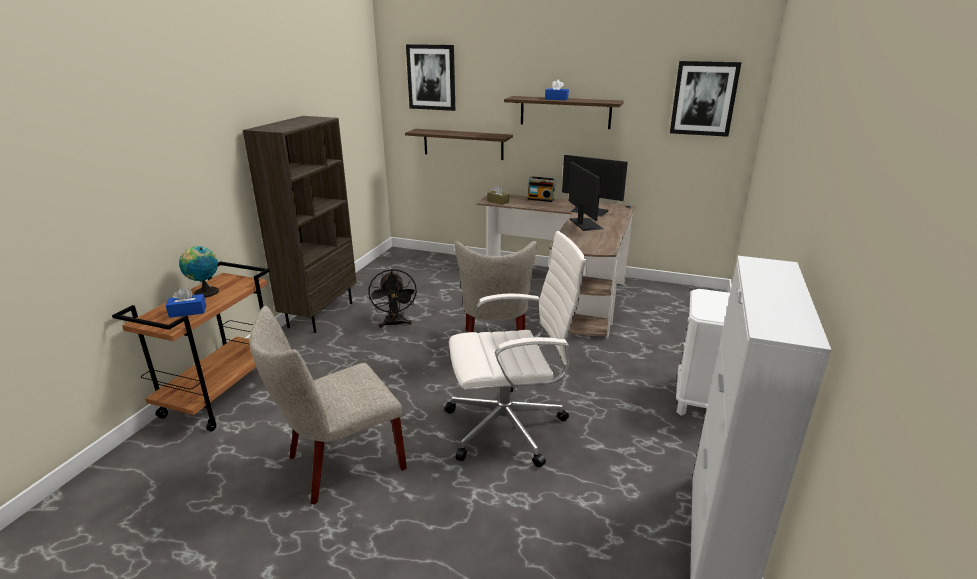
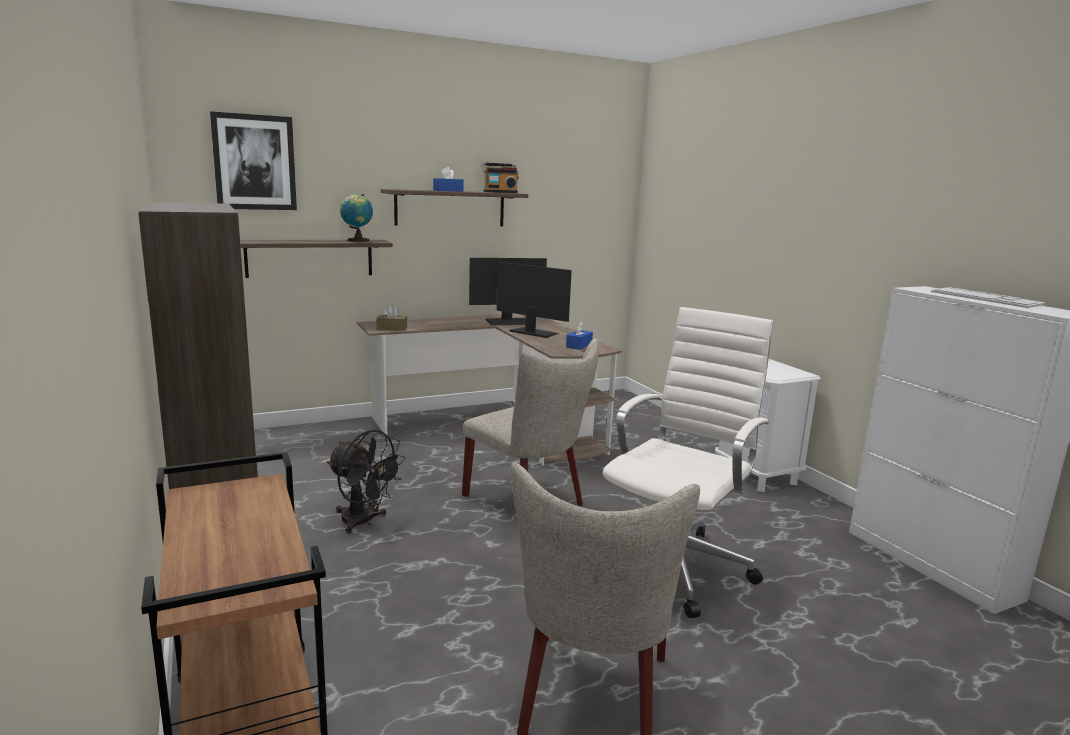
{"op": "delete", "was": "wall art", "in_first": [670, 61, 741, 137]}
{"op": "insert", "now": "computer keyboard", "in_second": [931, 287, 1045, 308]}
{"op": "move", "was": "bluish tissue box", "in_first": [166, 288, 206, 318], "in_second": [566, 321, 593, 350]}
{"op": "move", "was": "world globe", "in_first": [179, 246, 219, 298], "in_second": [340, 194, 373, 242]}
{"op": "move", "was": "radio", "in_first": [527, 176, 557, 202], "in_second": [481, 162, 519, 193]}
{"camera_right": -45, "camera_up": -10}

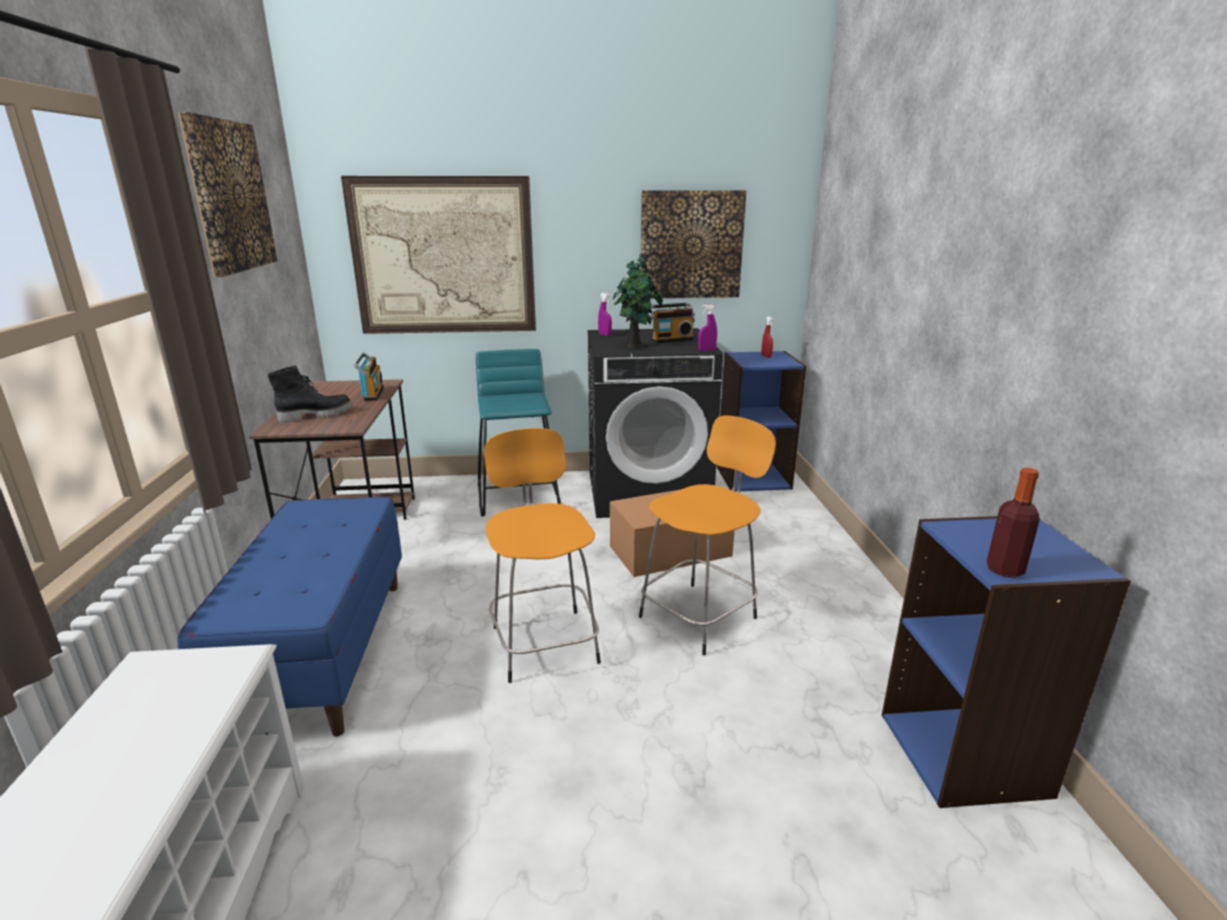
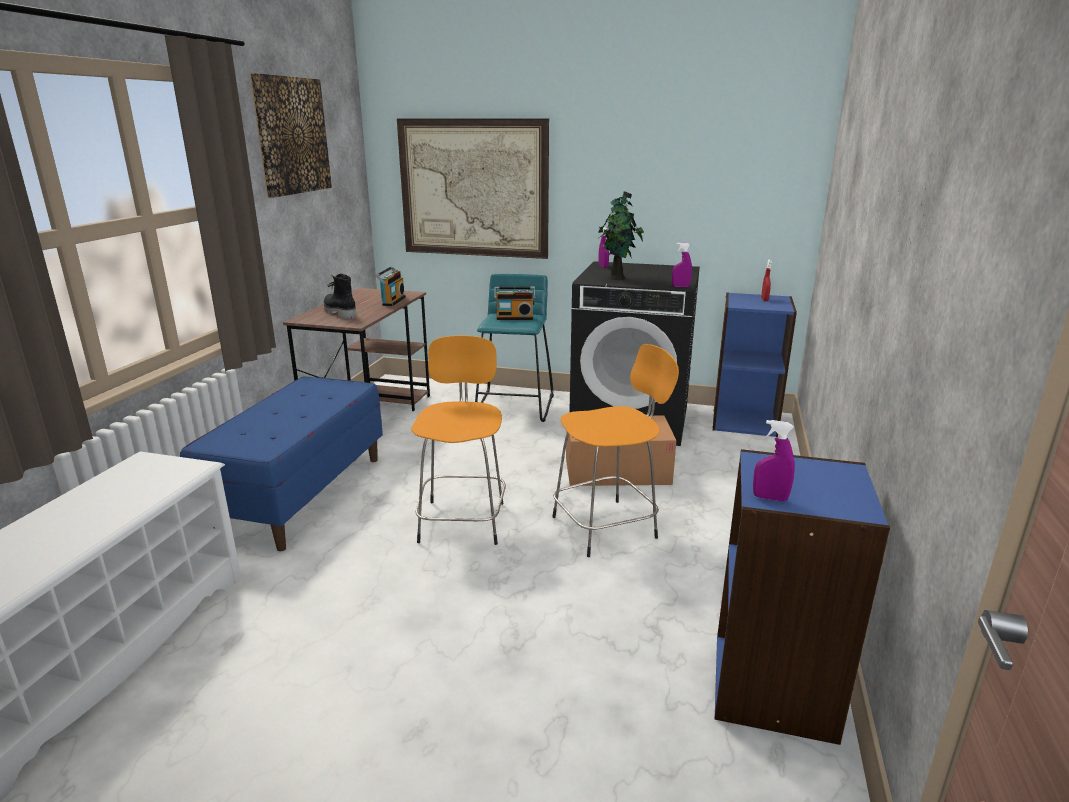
{"op": "delete", "was": "wall art", "in_first": [640, 190, 746, 298]}
{"op": "move", "was": "radio", "in_first": [651, 303, 695, 343], "in_second": [494, 286, 535, 320]}
{"op": "replace", "was": "drink bottle", "now": "purple-coloured hand sprayer", "in_first": [987, 468, 1040, 578], "in_second": [753, 420, 795, 501]}
{"op": "rotate", "was": "black high-top boot", "in_first": [268, 365, 353, 422], "in_second": [323, 273, 357, 319], "clockwise": -120}
{"camera_right": 20, "camera_up": 0}

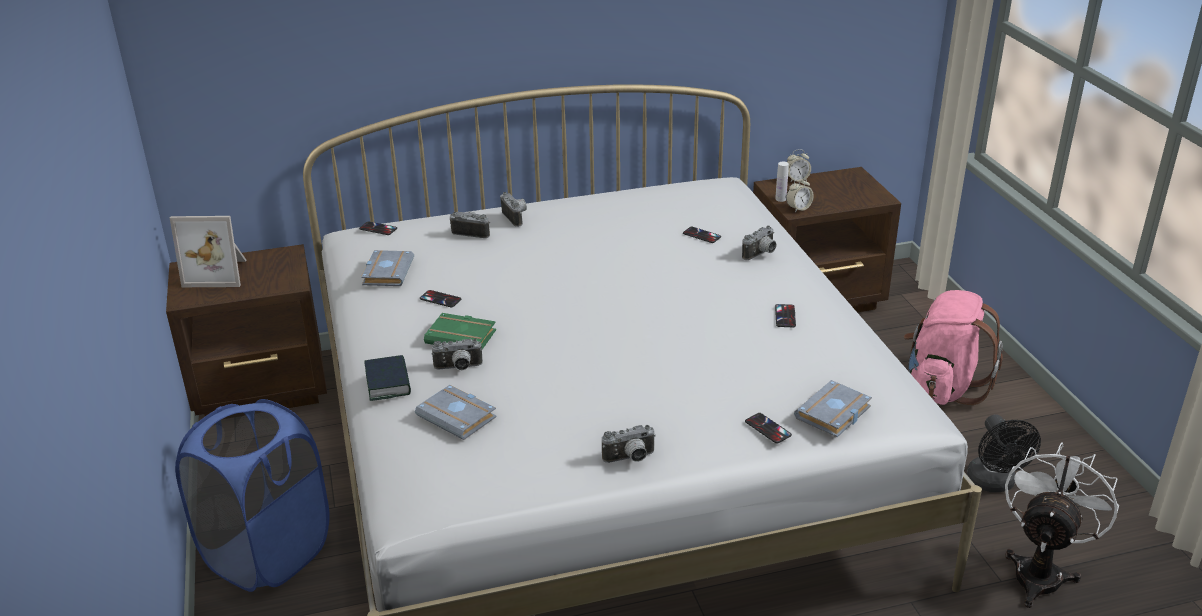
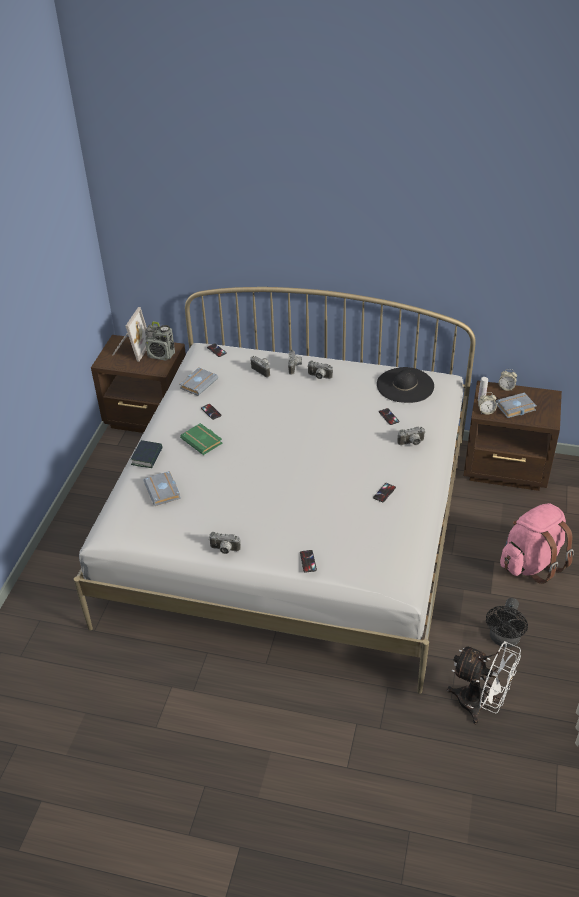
{"op": "delete", "was": "bluish washing basket", "in_first": [175, 399, 330, 592]}
{"op": "insert", "now": "radio", "in_second": [145, 322, 175, 360]}
{"op": "insert", "now": "black wearable hat", "in_second": [377, 367, 434, 403]}
{"op": "move", "was": "still camera", "in_first": [432, 339, 483, 370], "in_second": [307, 360, 333, 379]}
{"op": "move", "was": "grey bound book", "in_first": [794, 380, 872, 437], "in_second": [495, 392, 537, 418]}
{"op": "rotate", "was": "photo frame", "in_first": [170, 216, 247, 287], "in_second": [112, 307, 147, 362], "clockwise": -105}
{"op": "rotate", "was": "whitish fan", "in_first": [1005, 442, 1119, 608], "in_second": [447, 641, 521, 724], "clockwise": 60}
{"camera_right": 30, "camera_up": 10}

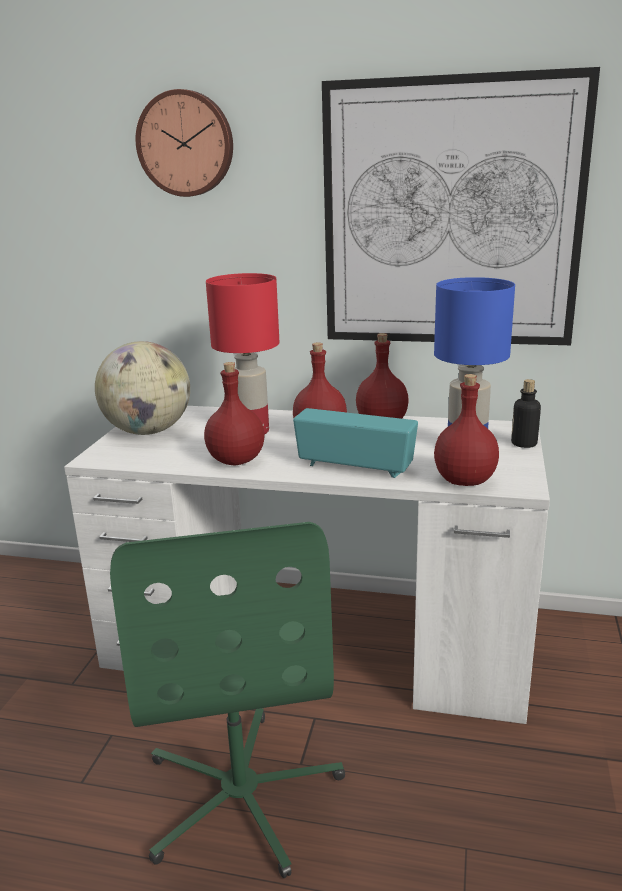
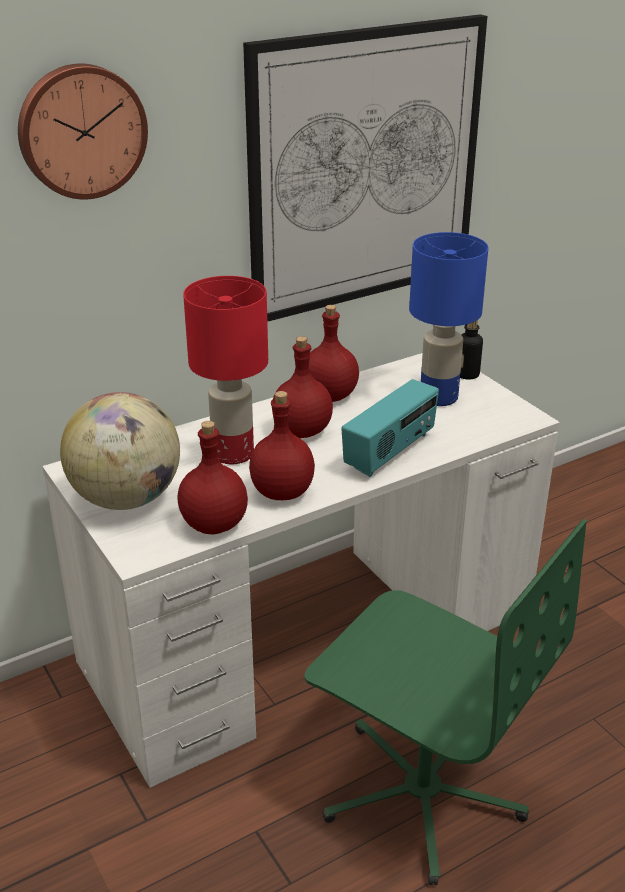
{"op": "move", "was": "red drink bottle", "in_first": [434, 374, 499, 486], "in_second": [178, 421, 248, 535]}
{"op": "rotate", "was": "radio", "in_first": [293, 408, 418, 478], "in_second": [341, 379, 439, 477], "clockwise": 150}
{"camera_right": -45, "camera_up": 10}

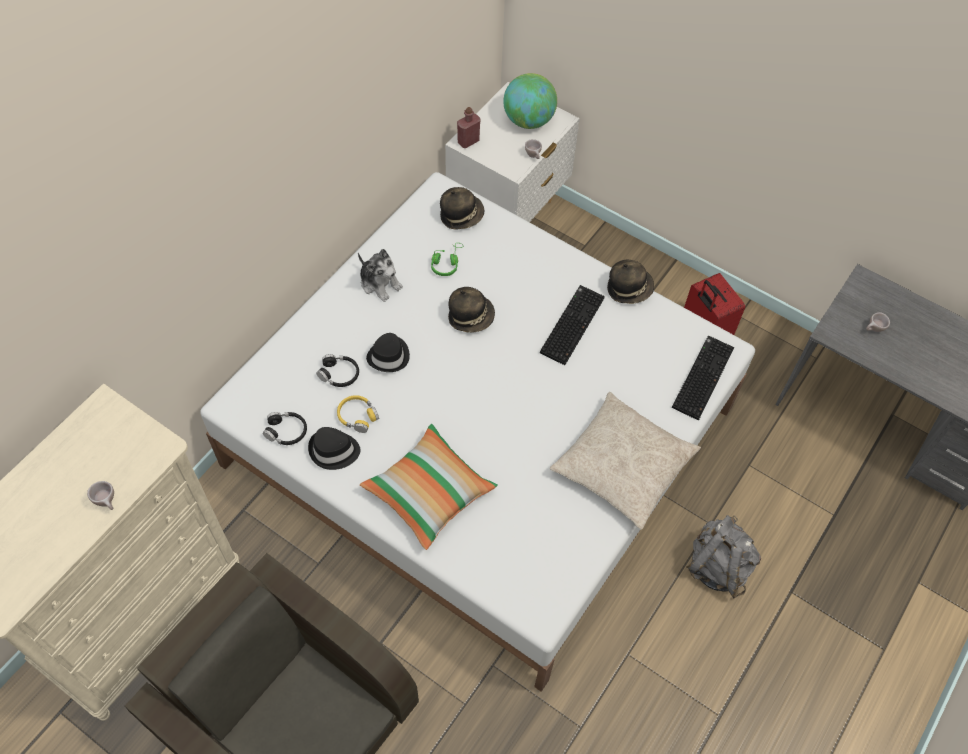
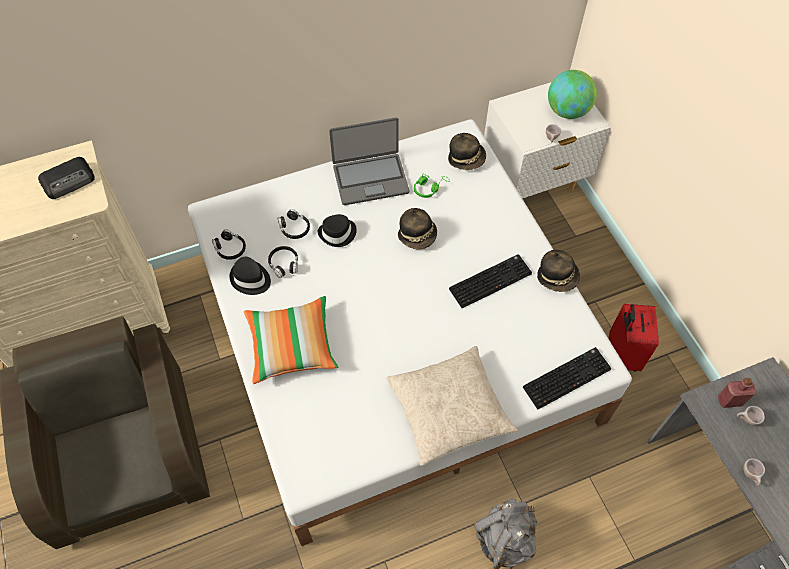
{"op": "insert", "now": "radio", "in_second": [38, 157, 95, 199]}
{"op": "move", "was": "beige cup", "in_first": [87, 481, 114, 510], "in_second": [744, 458, 765, 486]}
{"op": "move", "was": "red drink bottle", "in_first": [457, 107, 481, 148], "in_second": [718, 378, 756, 408]}
{"op": "replace", "was": "soft toy", "now": "notebook computer", "in_first": [358, 249, 403, 302], "in_second": [329, 117, 409, 205]}
{"op": "recolor", "was": "yellow-coloured pair of headphones", "now": "black pair of headphones", "in_first": [337, 395, 379, 433], "in_second": [268, 246, 298, 278]}
{"camera_right": 35, "camera_up": 0}

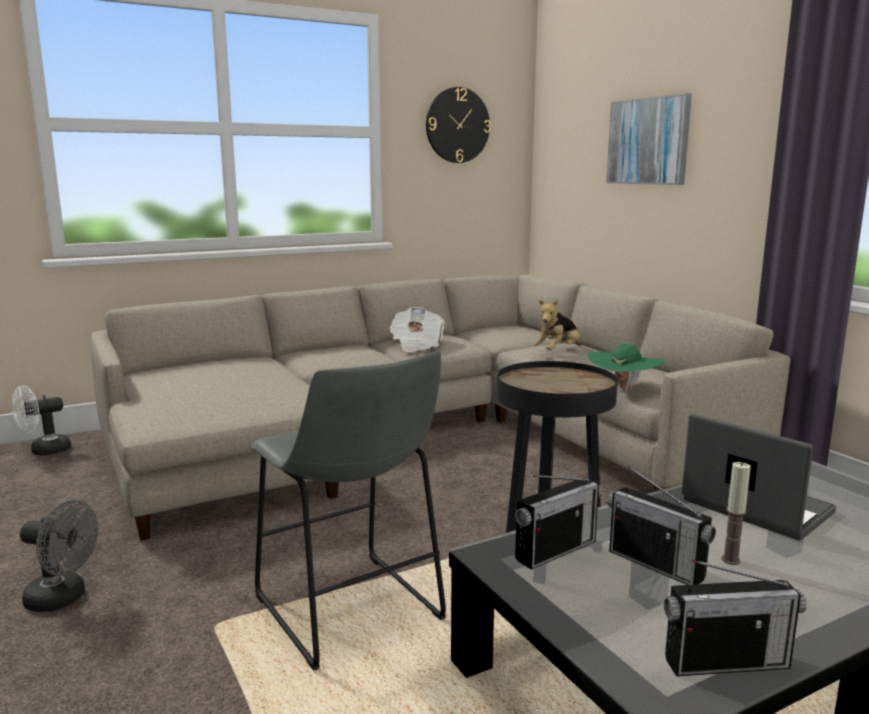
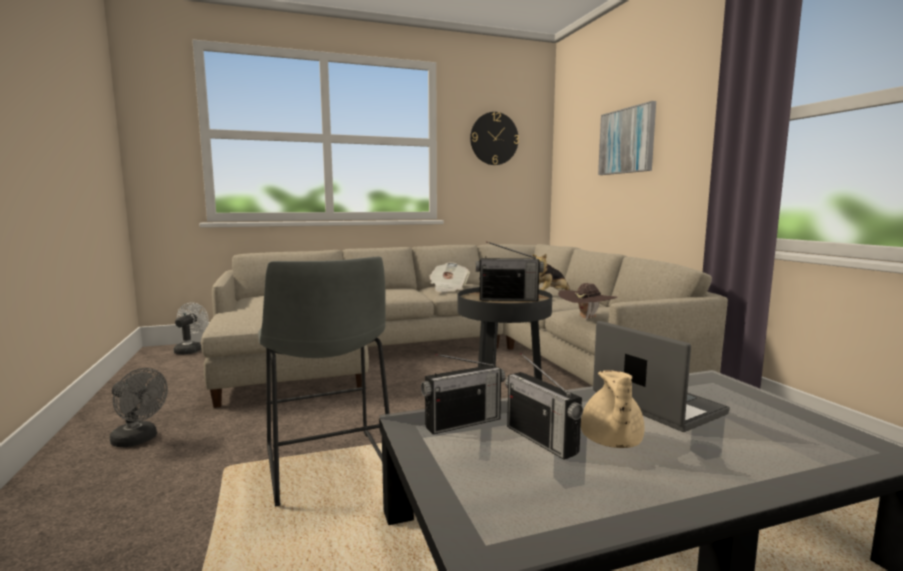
{"op": "move", "was": "radio", "in_first": [664, 560, 807, 676], "in_second": [476, 241, 544, 301]}
{"op": "replace", "was": "wax light", "now": "beige teapot", "in_first": [721, 462, 751, 565], "in_second": [581, 370, 645, 448]}
{"op": "recolor", "was": "green-coloured wearable hat", "now": "brown wearable hat", "in_first": [588, 343, 665, 392], "in_second": [558, 283, 617, 321]}
{"op": "rotate", "was": "whitish fan", "in_first": [12, 385, 71, 456], "in_second": [173, 302, 208, 354], "clockwise": 120}
{"camera_right": 10, "camera_up": -5}

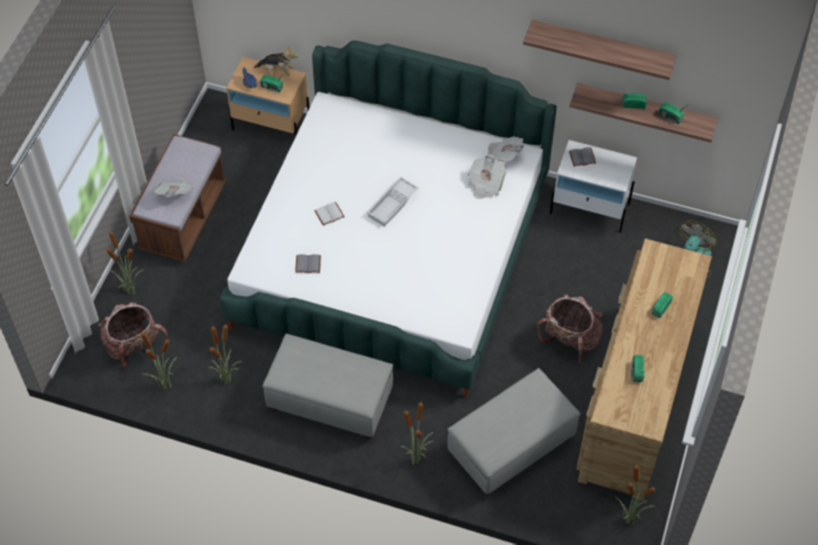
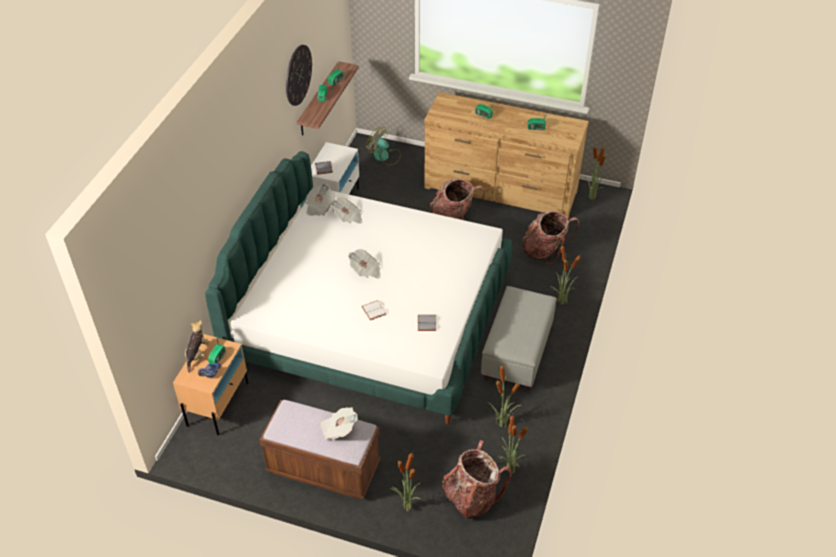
{"op": "replace", "was": "whitish serving tray", "now": "newspaper", "in_first": [366, 177, 419, 227], "in_second": [348, 249, 381, 279]}
{"op": "replace", "was": "grey footrest", "now": "backpack", "in_first": [448, 368, 581, 496], "in_second": [522, 210, 580, 264]}
{"op": "replace", "was": "wall shelf", "now": "wall clock", "in_first": [523, 20, 677, 80], "in_second": [286, 45, 312, 106]}
{"camera_right": -90, "camera_up": -10}

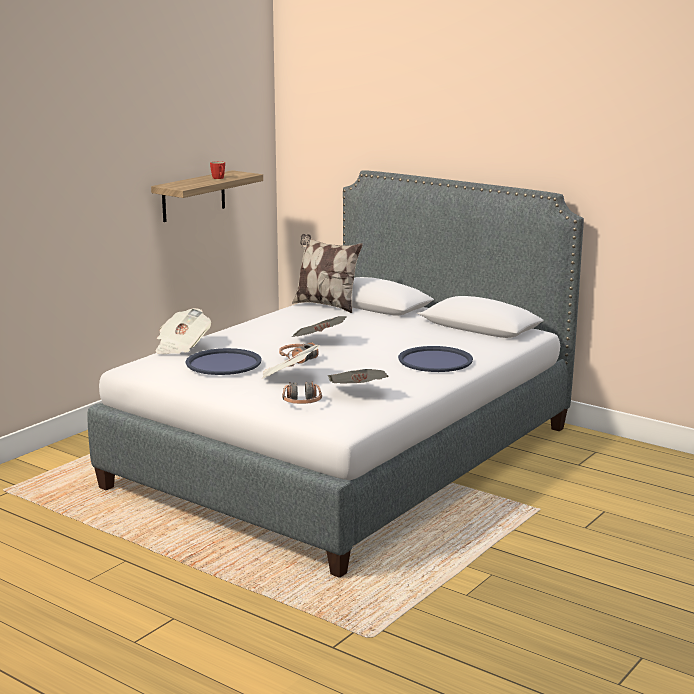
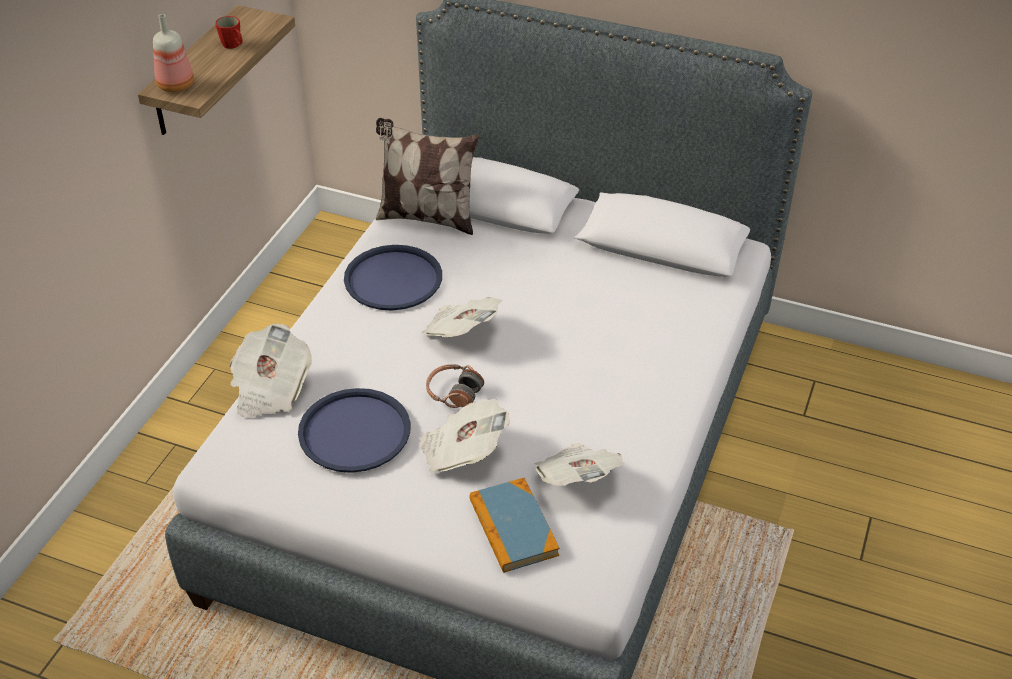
{"op": "insert", "now": "drink bottle", "in_second": [153, 14, 194, 92]}
{"op": "move", "was": "bluish serving tray", "in_first": [398, 346, 473, 372], "in_second": [344, 245, 442, 311]}
{"op": "replace", "was": "pair of headphones", "now": "bound book", "in_first": [282, 382, 322, 404], "in_second": [469, 478, 560, 573]}
{"camera_right": -15, "camera_up": 25}

